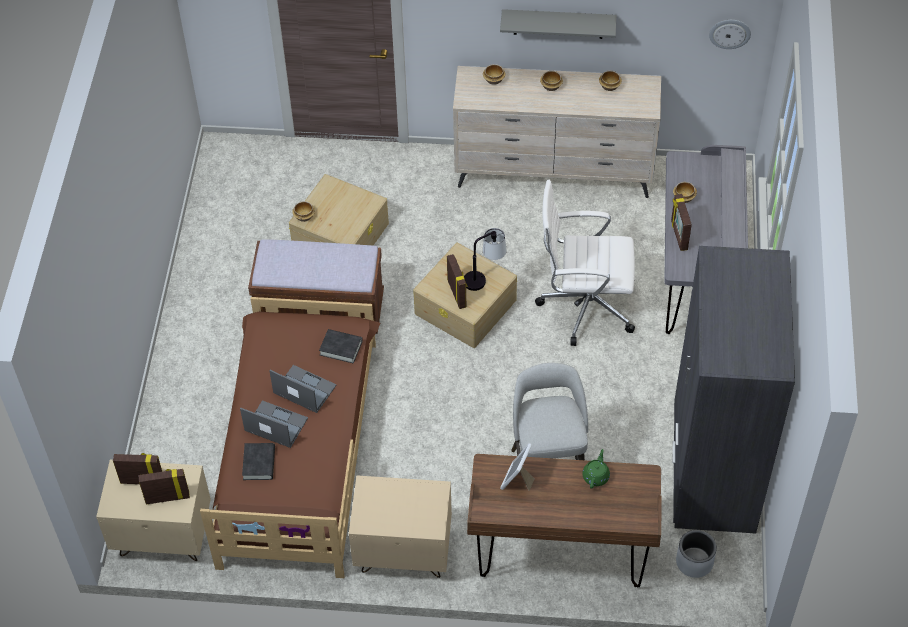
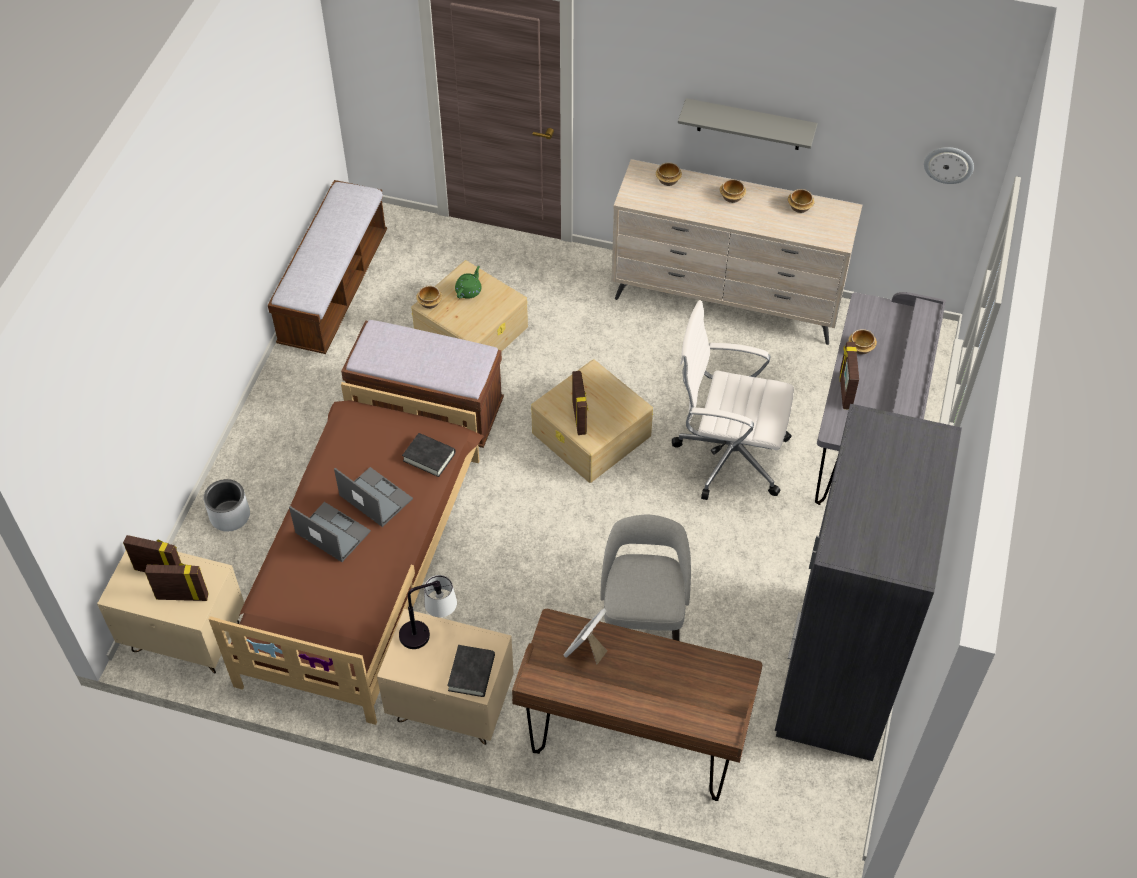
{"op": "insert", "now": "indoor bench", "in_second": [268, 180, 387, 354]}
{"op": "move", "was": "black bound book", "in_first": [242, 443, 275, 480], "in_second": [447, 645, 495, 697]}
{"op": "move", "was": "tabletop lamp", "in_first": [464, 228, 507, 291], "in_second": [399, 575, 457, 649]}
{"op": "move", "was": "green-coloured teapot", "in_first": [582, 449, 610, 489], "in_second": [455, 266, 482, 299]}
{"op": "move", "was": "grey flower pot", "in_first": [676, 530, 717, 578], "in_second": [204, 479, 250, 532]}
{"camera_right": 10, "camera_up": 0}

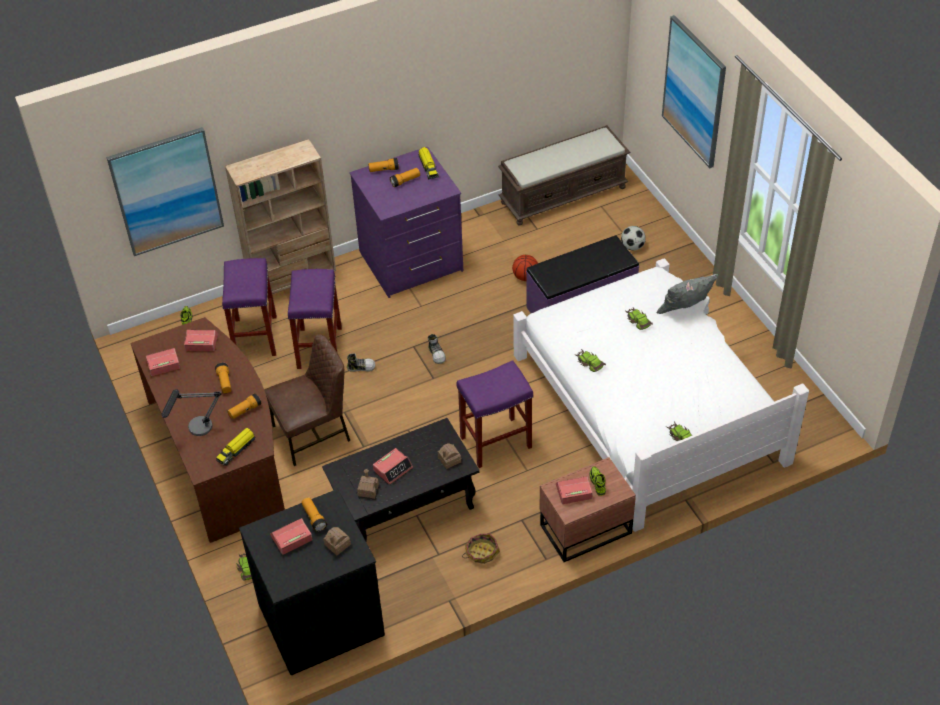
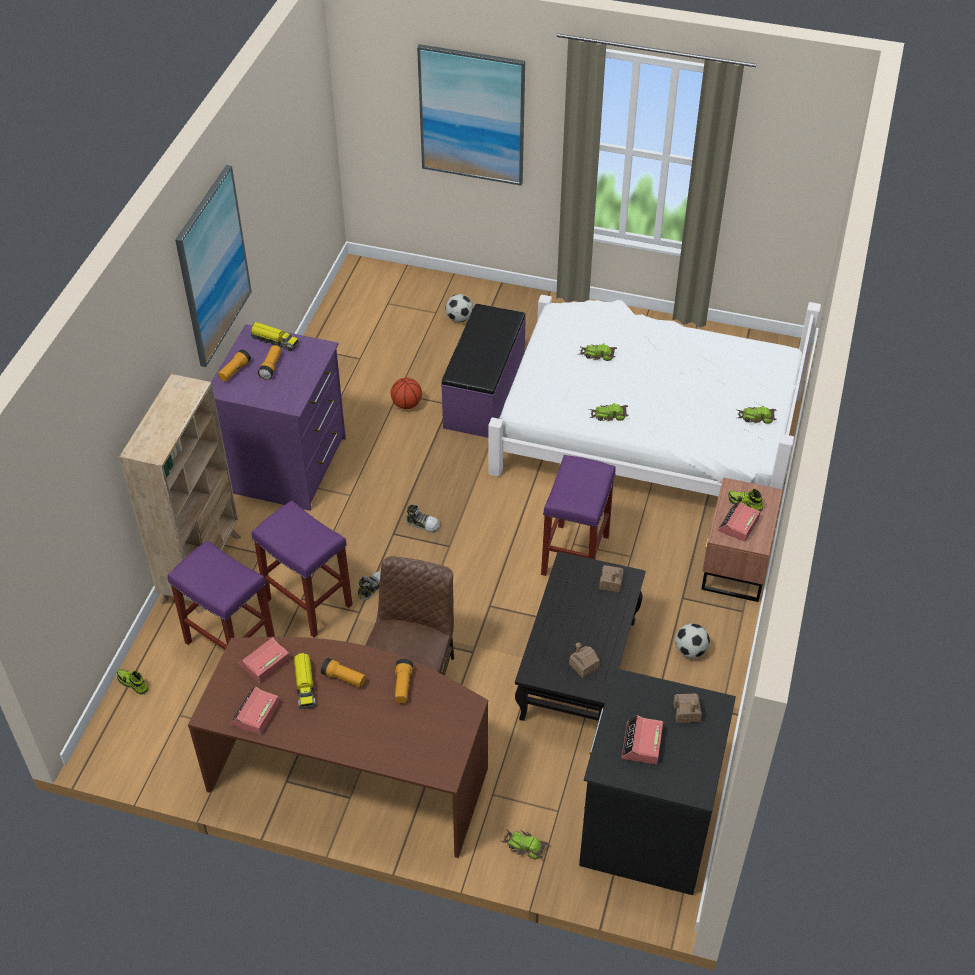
{"op": "delete", "was": "tabletop lamp", "in_first": [161, 389, 221, 436]}
{"op": "delete", "was": "flashlight", "in_first": [302, 497, 327, 532]}
{"op": "delete", "was": "bedside clock", "in_first": [373, 448, 413, 485]}
{"op": "delete", "was": "brown indoor bench", "in_first": [498, 125, 631, 226]}
{"op": "delete", "was": "grey pillow", "in_first": [656, 274, 719, 314]}
{"op": "move", "was": "wall art", "in_first": [106, 127, 224, 256], "in_second": [175, 165, 252, 367]}
{"op": "move", "was": "toy lorry", "in_first": [216, 428, 256, 466], "in_second": [294, 653, 316, 709]}
{"op": "replace", "was": "storage basket", "now": "football ball", "in_first": [462, 534, 500, 564], "in_second": [675, 623, 710, 658]}
{"camera_right": -50, "camera_up": 0}

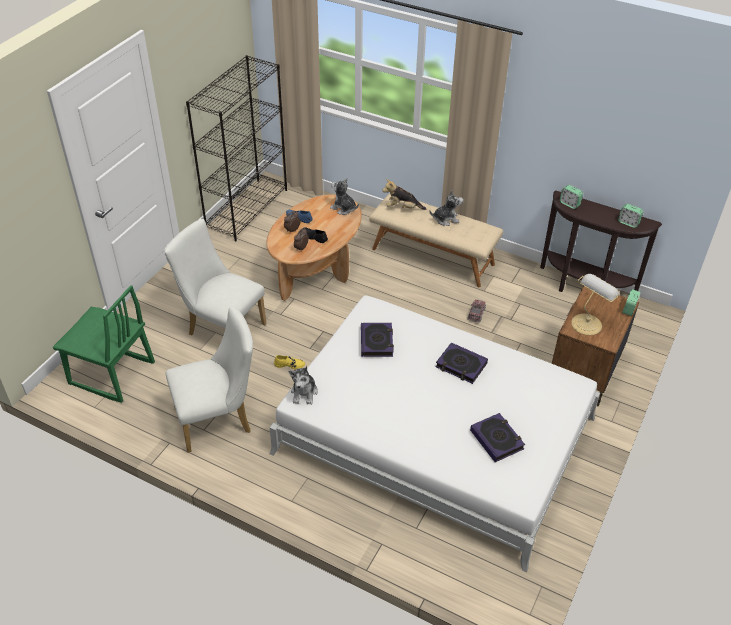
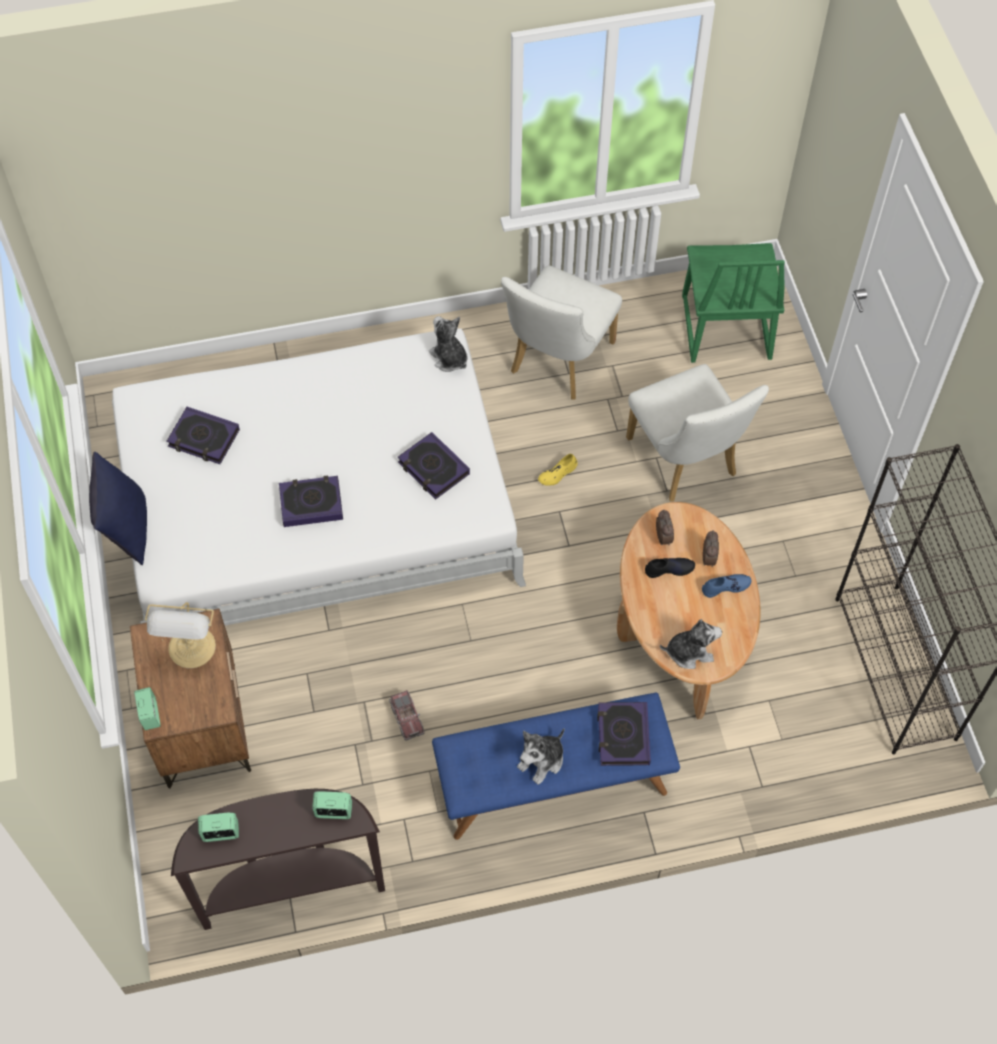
{"op": "insert", "now": "bluish pillow", "in_second": [89, 452, 147, 565]}
{"op": "replace", "was": "soft toy", "now": "bound book", "in_first": [382, 179, 427, 210], "in_second": [597, 702, 651, 766]}
{"op": "recolor", "was": "beige indoor bench", "now": "bluish indoor bench", "in_first": [369, 193, 503, 287], "in_second": [432, 693, 680, 840]}
{"op": "rotate", "was": "green-coloured chair", "in_first": [53, 285, 155, 403], "in_second": [682, 243, 785, 363], "clockwise": -75}
{"op": "rotate", "was": "whitish chair", "in_first": [164, 219, 266, 335], "in_second": [626, 364, 769, 502], "clockwise": 75}
{"camera_right": 140, "camera_up": 15}

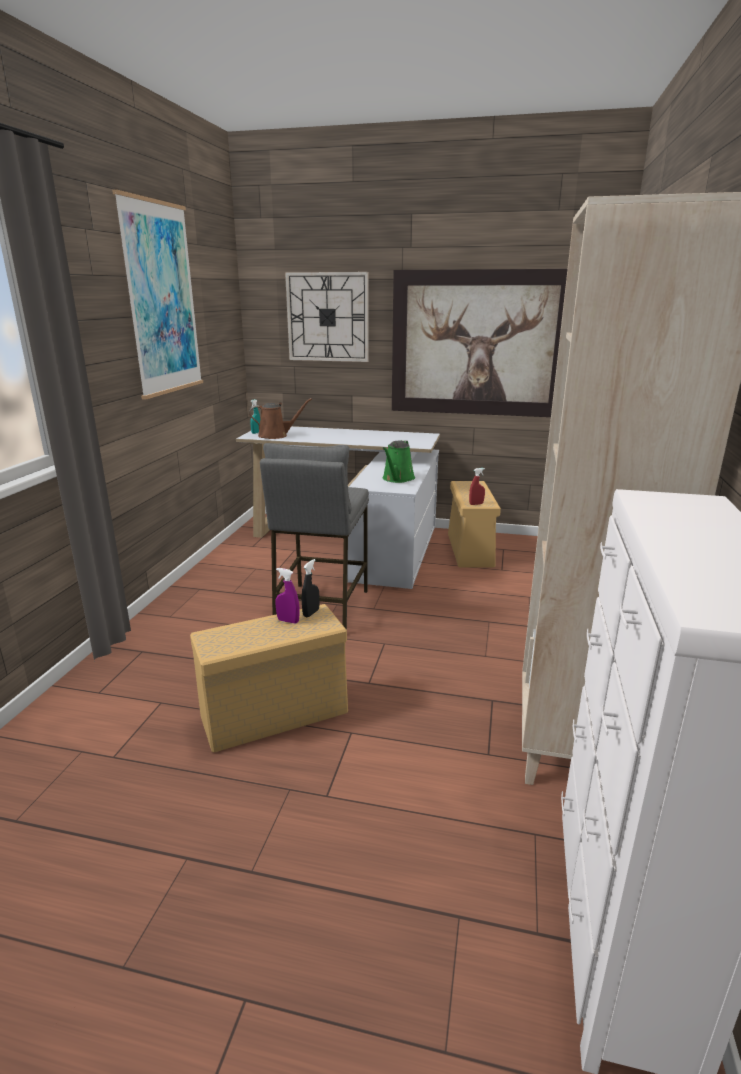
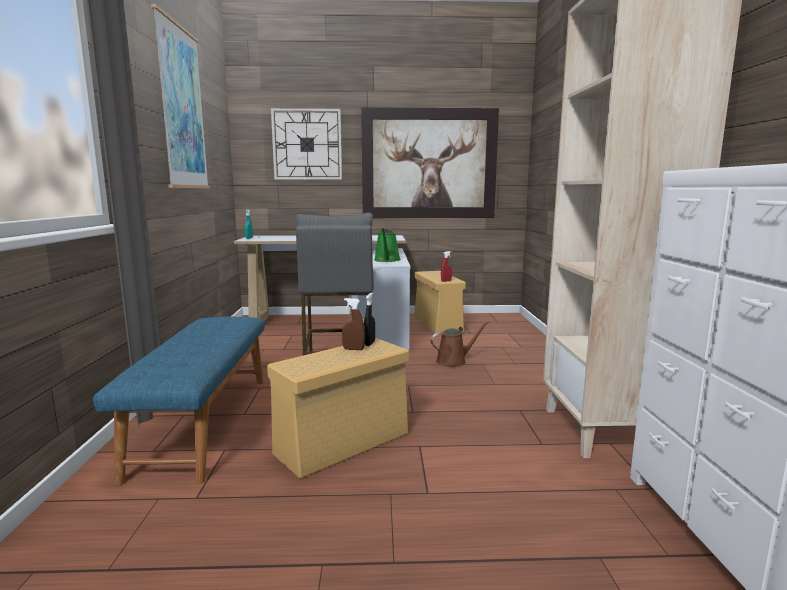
{"op": "insert", "now": "bluish indoor bench", "in_second": [93, 317, 265, 486]}
{"op": "move", "was": "brown watering pot", "in_first": [249, 398, 312, 439], "in_second": [430, 321, 489, 367]}
{"op": "recolor", "was": "purple-coloured hand sprayer", "now": "brown hand sprayer", "in_first": [275, 568, 300, 624], "in_second": [342, 298, 365, 350]}
{"camera_right": -15, "camera_up": -10}

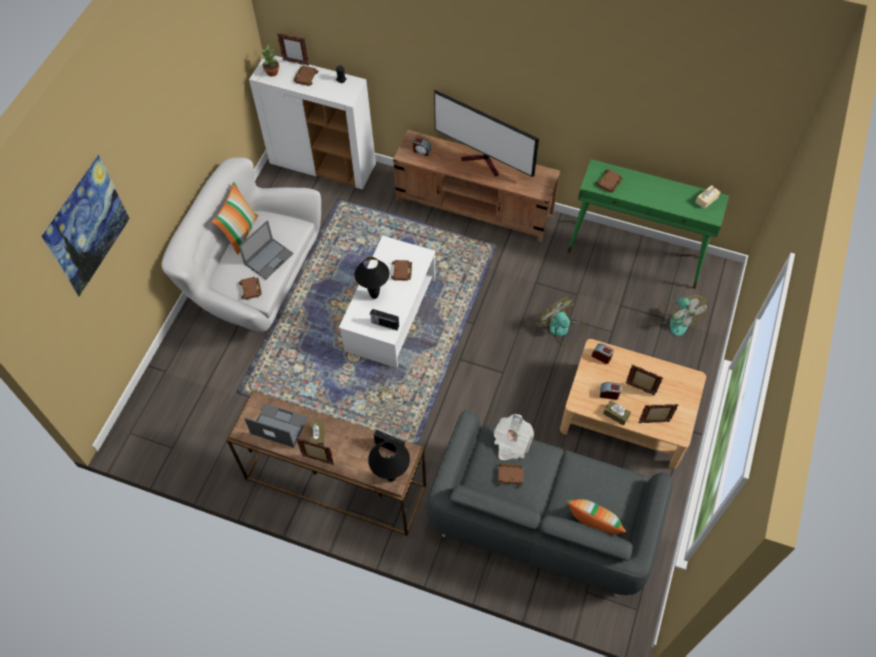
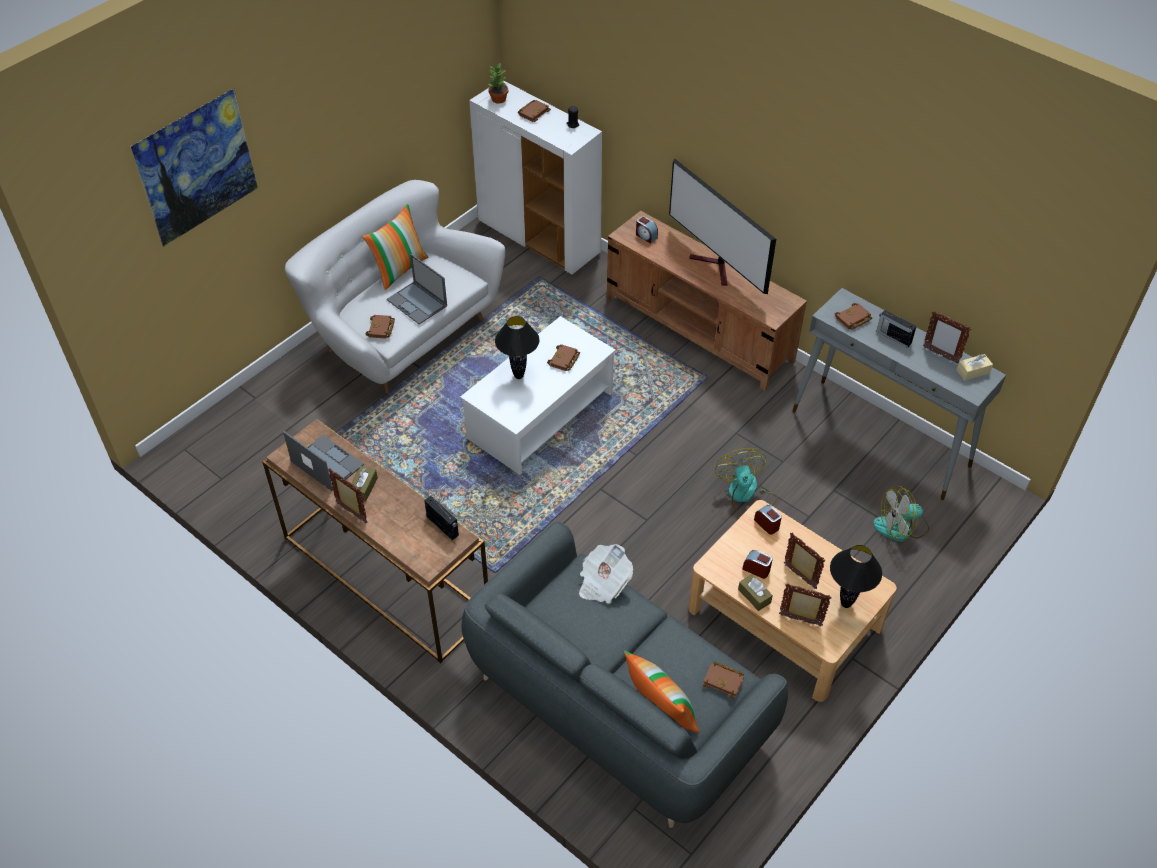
{"op": "move", "was": "photo frame", "in_first": [277, 33, 309, 66], "in_second": [923, 311, 971, 364]}
{"op": "move", "was": "black tabletop lamp", "in_first": [368, 440, 410, 482], "in_second": [830, 545, 882, 608]}
{"op": "move", "was": "radio", "in_first": [370, 309, 399, 331], "in_second": [876, 310, 917, 348]}
{"op": "move", "was": "brown bound book", "in_first": [498, 464, 524, 487], "in_second": [703, 662, 744, 699]}
{"op": "recolor", "was": "green-coloured console table", "now": "grey console table", "in_first": [568, 159, 729, 289], "in_second": [792, 288, 1006, 500]}
{"op": "rotate", "was": "notebook computer", "in_first": [239, 220, 294, 280], "in_second": [387, 254, 447, 325], "clockwise": 75}
{"op": "rotate", "was": "fan", "in_first": [653, 295, 708, 336], "in_second": [873, 486, 929, 542], "clockwise": 75}
{"camera_right": 20, "camera_up": -10}

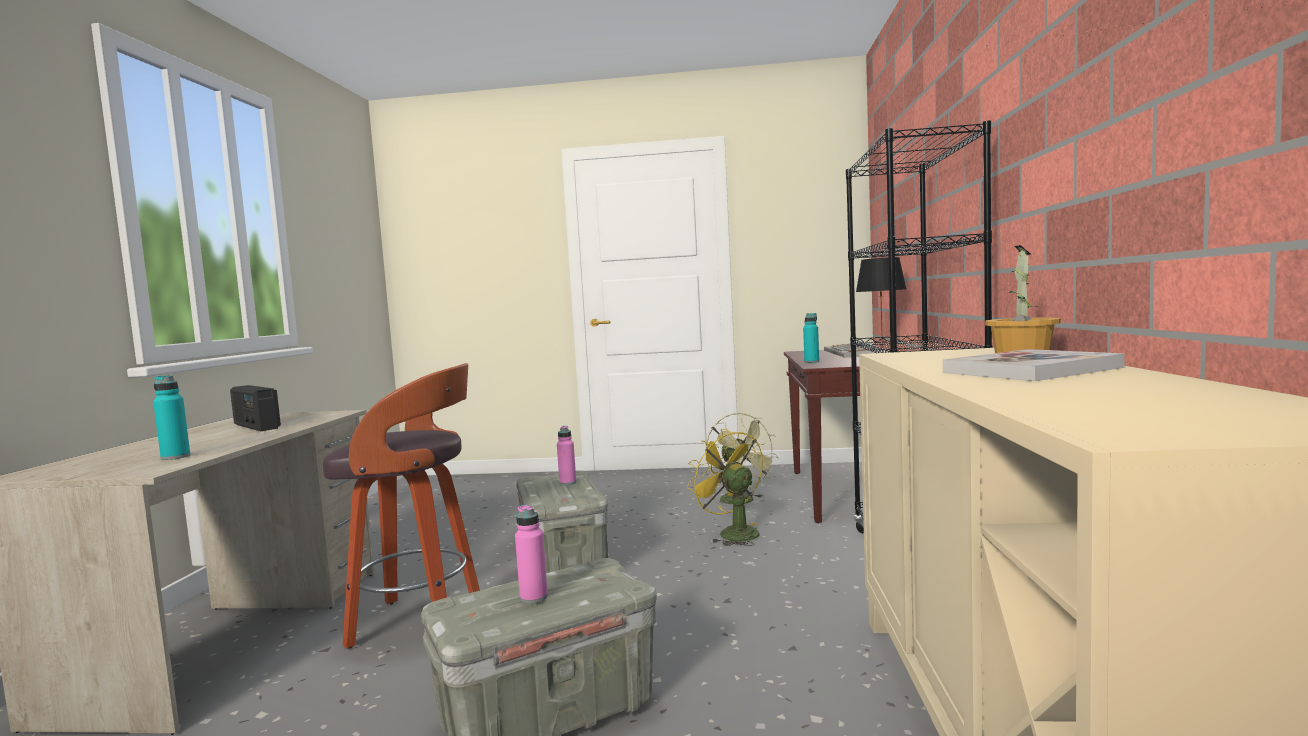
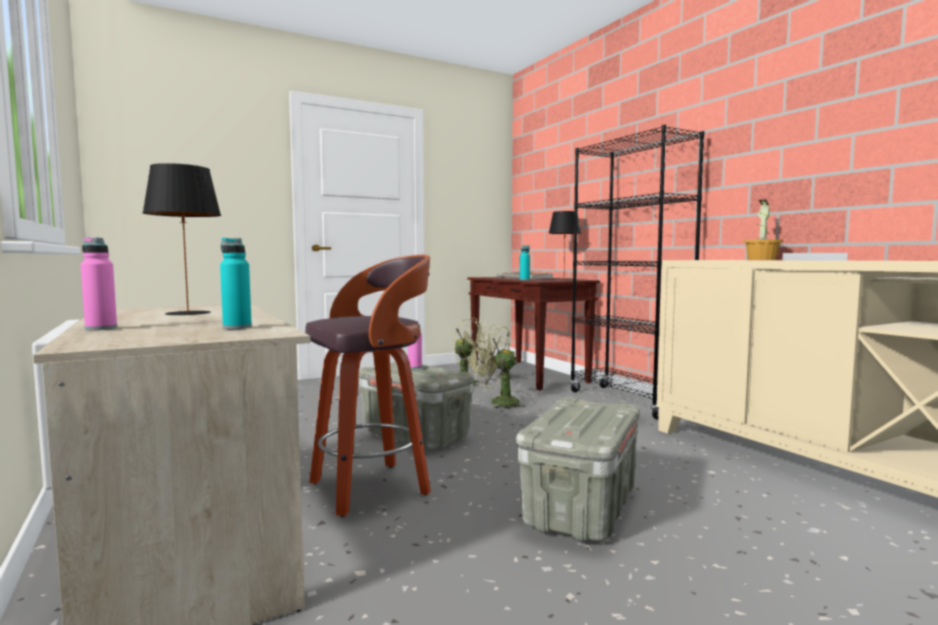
{"op": "move", "was": "pink drink bottle", "in_first": [515, 505, 548, 604], "in_second": [81, 238, 117, 330]}
{"op": "replace", "was": "radio", "now": "black tabletop lamp", "in_first": [230, 385, 281, 431], "in_second": [142, 163, 221, 315]}
{"op": "recolor", "was": "yellow-coloured fan", "now": "green-coloured fan", "in_first": [687, 429, 763, 546], "in_second": [473, 325, 526, 409]}
{"camera_right": -35, "camera_up": 0}

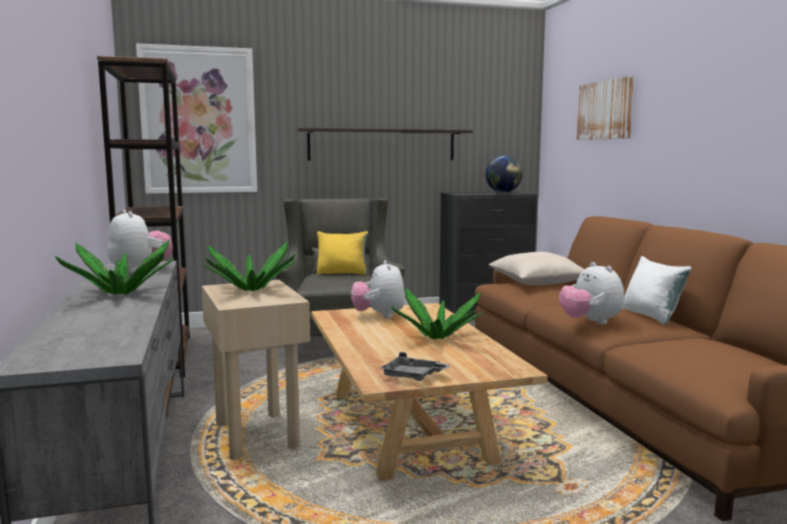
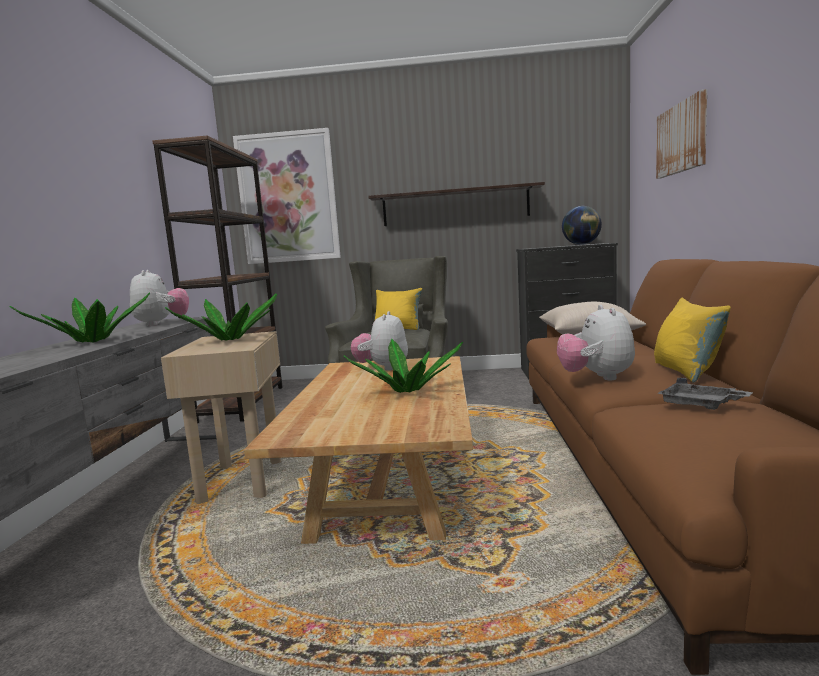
{"op": "move", "was": "grey serving tray", "in_first": [380, 352, 451, 381], "in_second": [657, 378, 753, 410]}
{"op": "recolor", "was": "whitish pillow", "now": "yellow-coloured pillow", "in_first": [622, 256, 691, 325], "in_second": [654, 298, 731, 382]}
{"camera_right": 20, "camera_up": 0}

